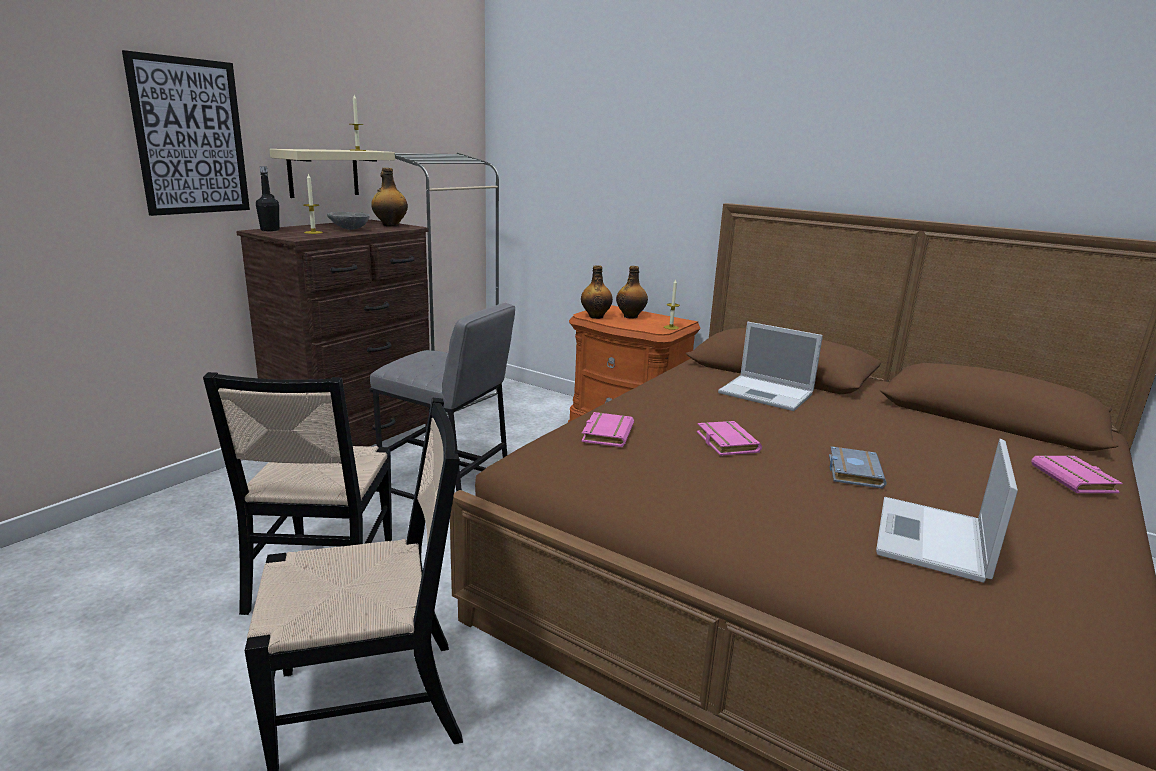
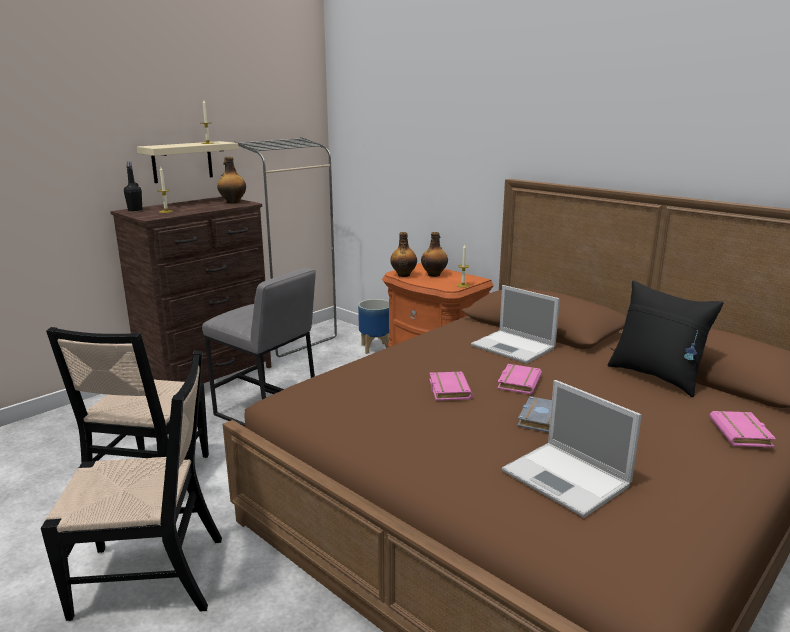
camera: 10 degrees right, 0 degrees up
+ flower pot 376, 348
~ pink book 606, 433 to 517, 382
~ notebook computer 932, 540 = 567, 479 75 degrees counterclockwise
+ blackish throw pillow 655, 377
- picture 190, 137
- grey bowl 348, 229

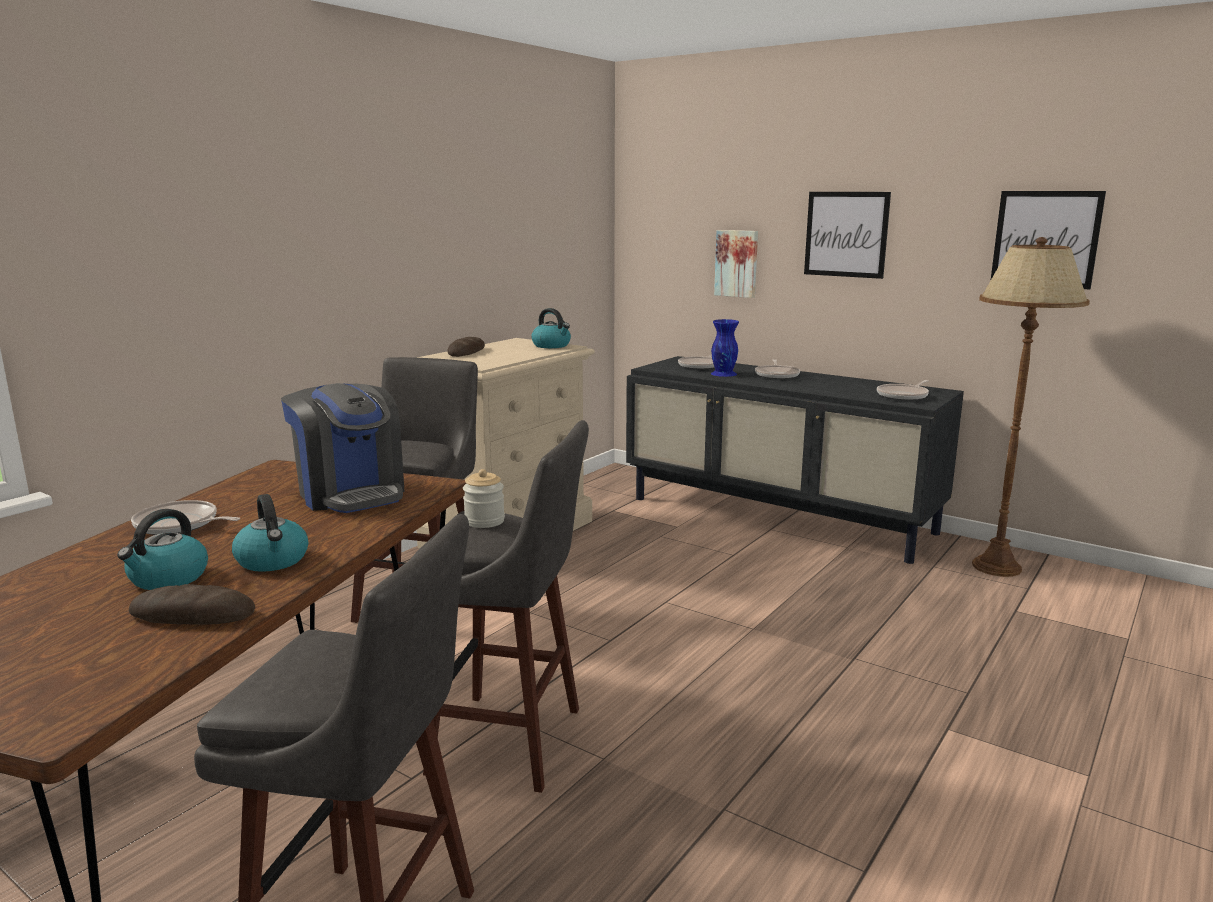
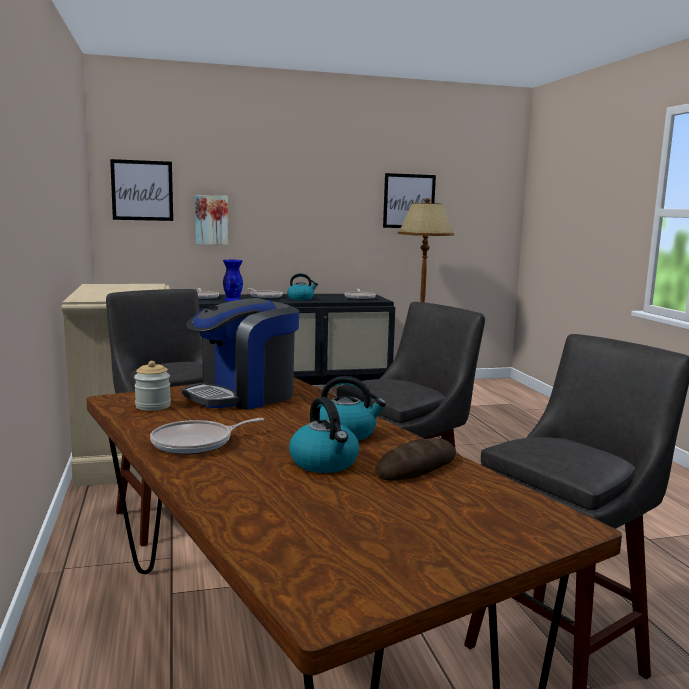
camera: 50 degrees left, 5 degrees down
~ picture 846, 234 to 142, 190
~ preserve jar 484, 521 to 153, 406
~ coffee maker 351, 493 = 243, 396 135 degrees clockwise
~ kettle 552, 345 to 301, 299
- bread 466, 352

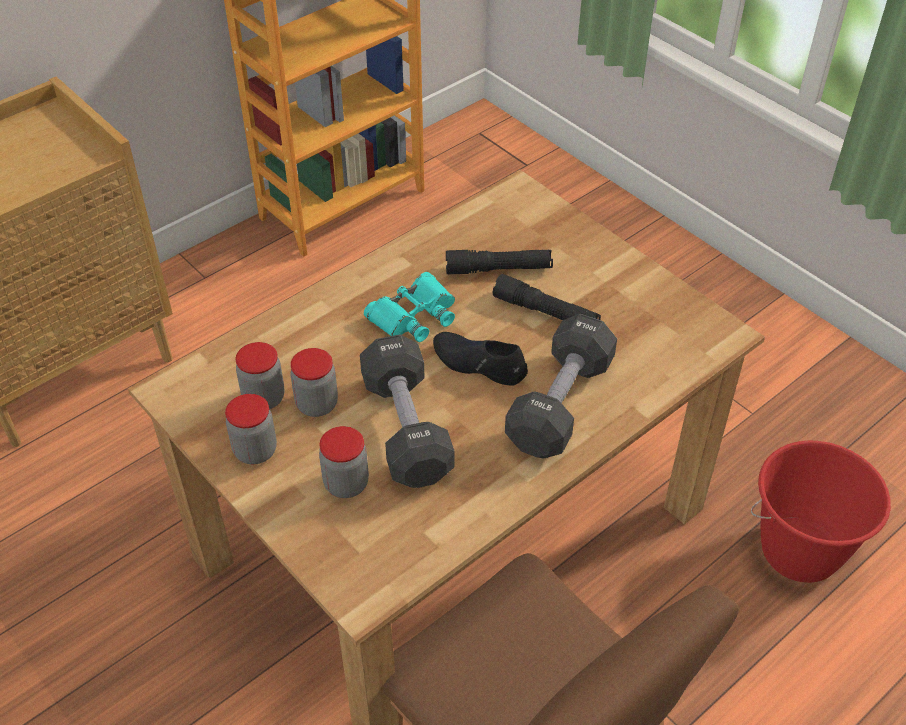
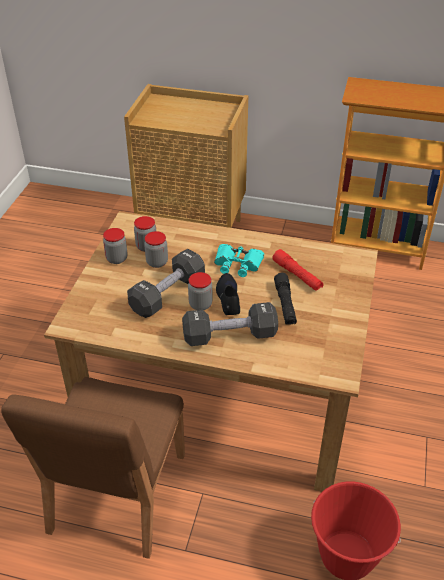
camera: 55 degrees right, 5 degrees down
~ preserve jar 346, 484 to 200, 304
~ blackish hand torch 498, 269 to red hand torch 297, 275

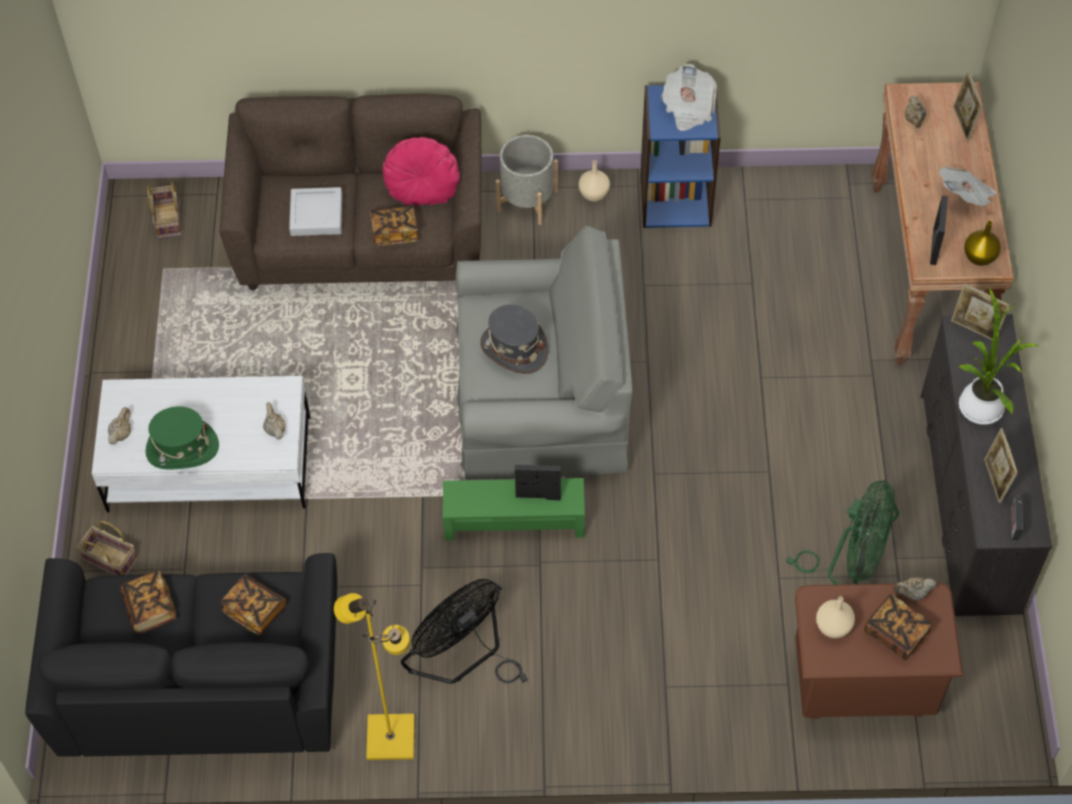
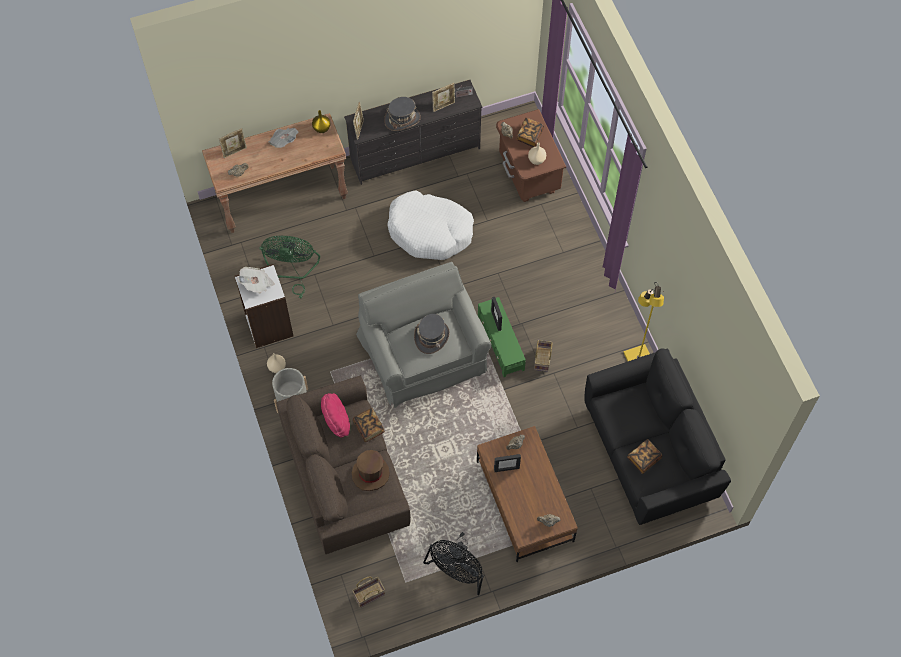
camera: 110 degrees left, 5 degrees up
~ blue-coloured bookshelf 675, 199 to white-coloured bookshelf 268, 325
~ green-coloured electric fan 850, 561 to 292, 271
~ grey carrying tray 316, 215 to brown-coloured clothing hat 370, 474
~ houseplant 980, 403 to grey clothing hat 402, 119
+ white-coloured pet bed 430, 231
~ blackish electric fan 468, 653 to 457, 567
~ white-coloured low table 209, 464 to brown-coloured low table 525, 501
~ photo frame 935, 247 to 506, 468
~ household basket 109, 560 to 543, 360
- green-coloured clothing hat 182, 448
- book 255, 610

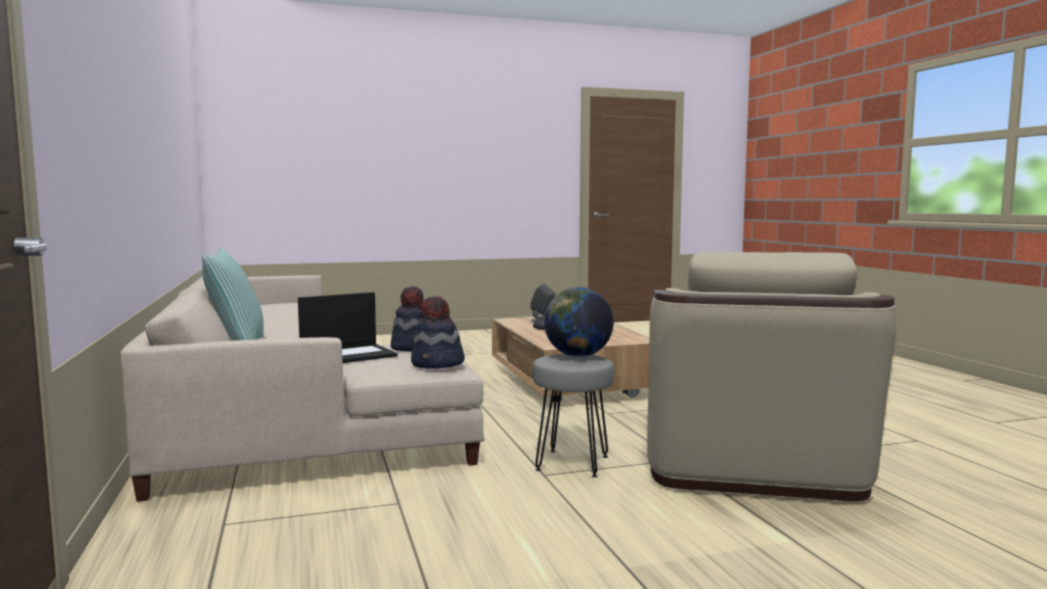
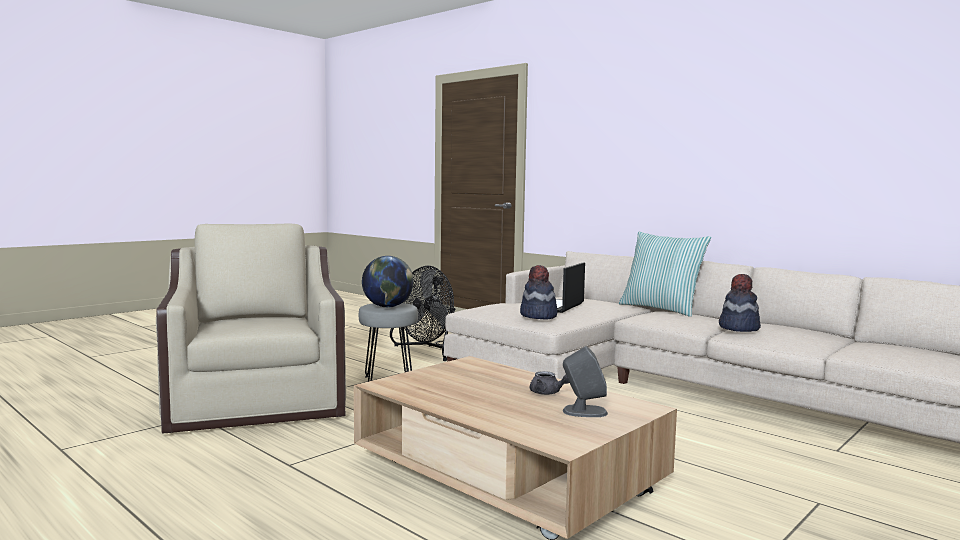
camera: 150 degrees right, 0 degrees up
+ blackish electric fan 430, 350
~ clothing hat 438, 364 to 738, 328

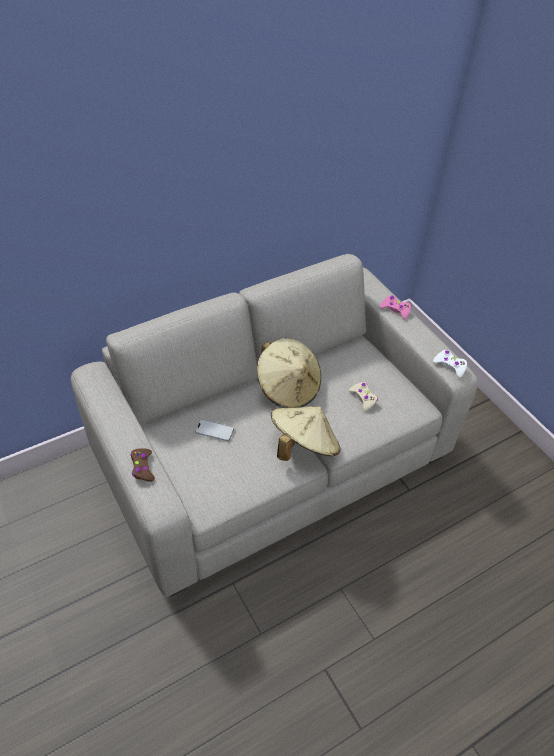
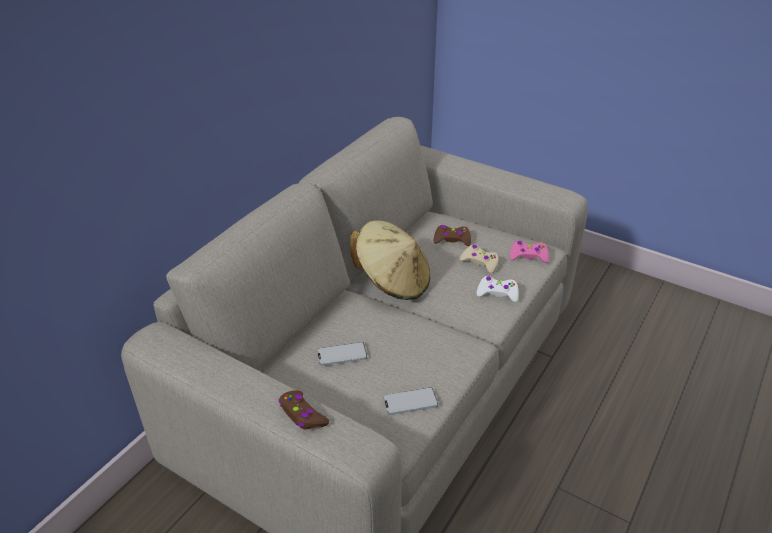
camera: 25 degrees left, 10 degrees down
+ phone 410, 402
+ brown-coloured joypad 452, 239
~ white-coloured joypad 450, 365 to 497, 293
~ pink joypad 395, 310 to 528, 256
- sand-coloured clothing hat 303, 446

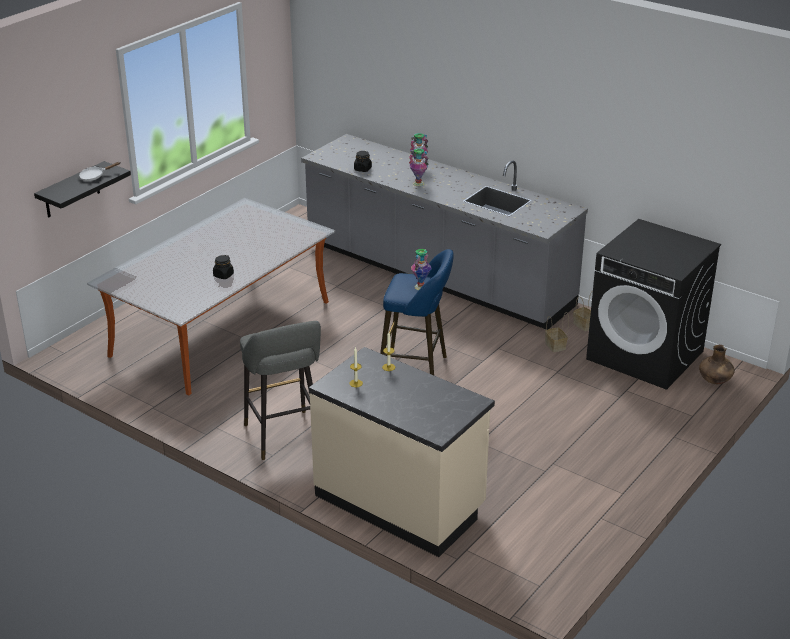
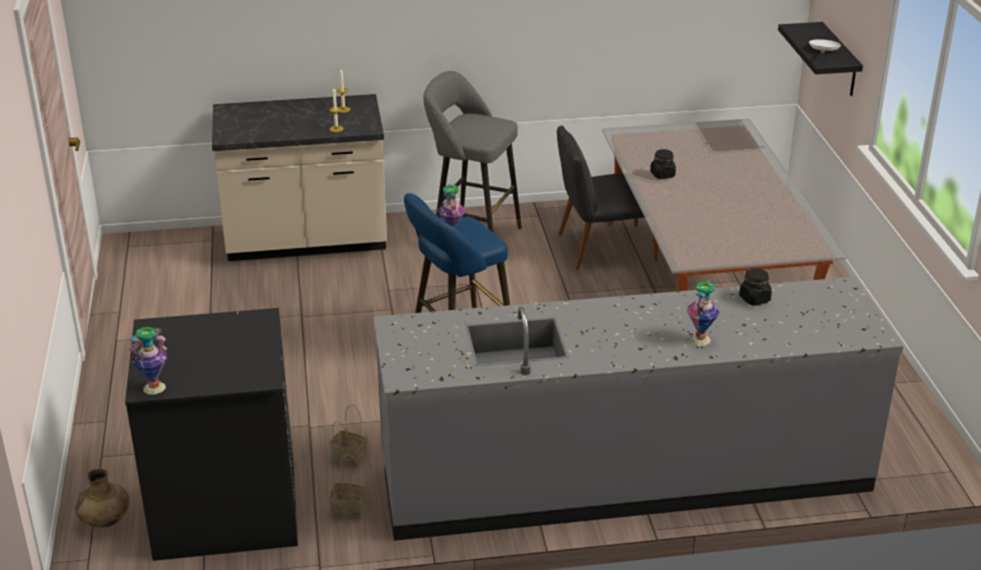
camera: 135 degrees right, 0 degrees up
~ decorative vase 418, 183 to 154, 388
+ blackish chair 607, 247

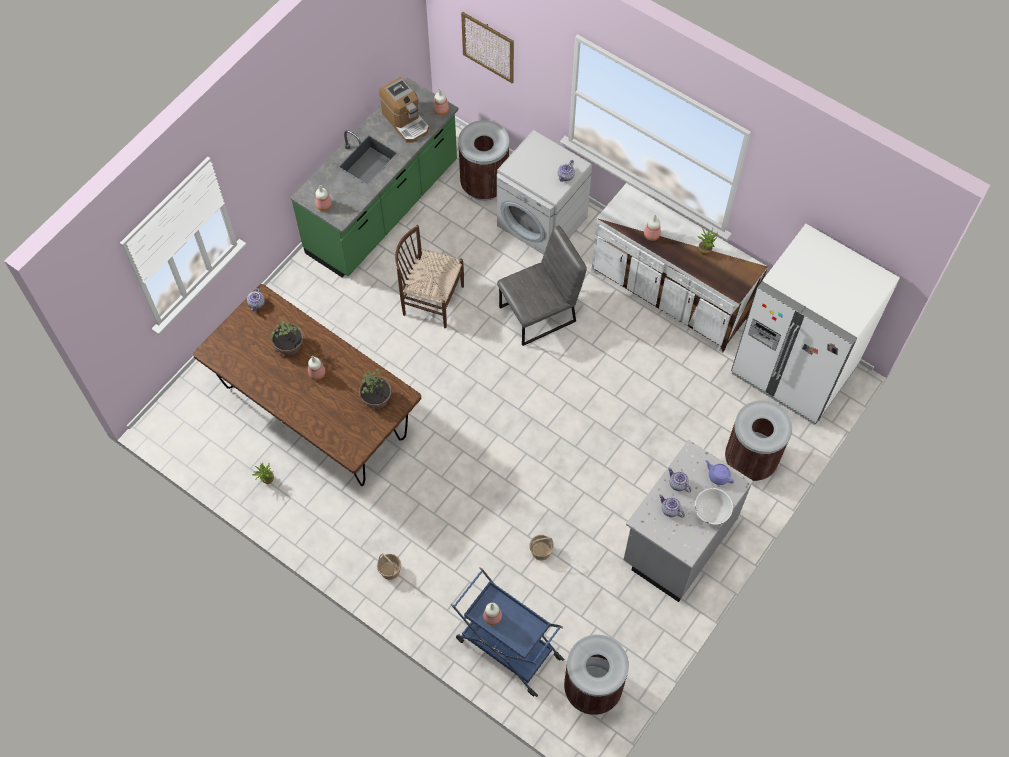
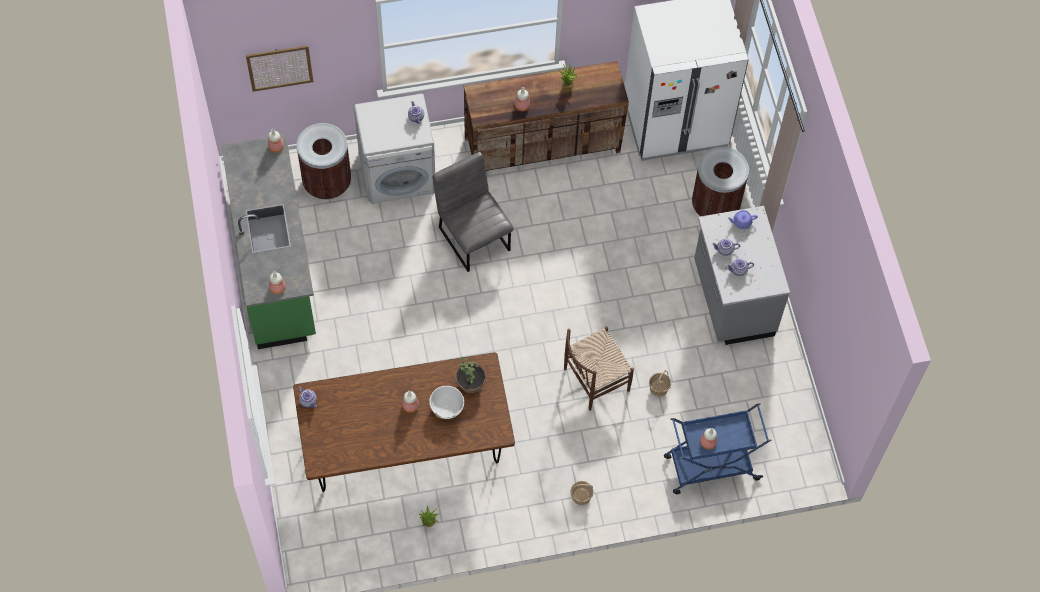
camera: 50 degrees left, 0 degrees up
~ white-coloured bowl 711, 512 to 447, 408
~ grey chair 540, 313 = 473, 237 45 degrees counterclockwise
~ white-coloured cupboard 669, 296 to brown-coloured cupboard 543, 146
~ brown-coloured chair 430, 299 to 593, 381
- houseplant 289, 345
- coffee maker 405, 121
- brown-coloured trash can 592, 688

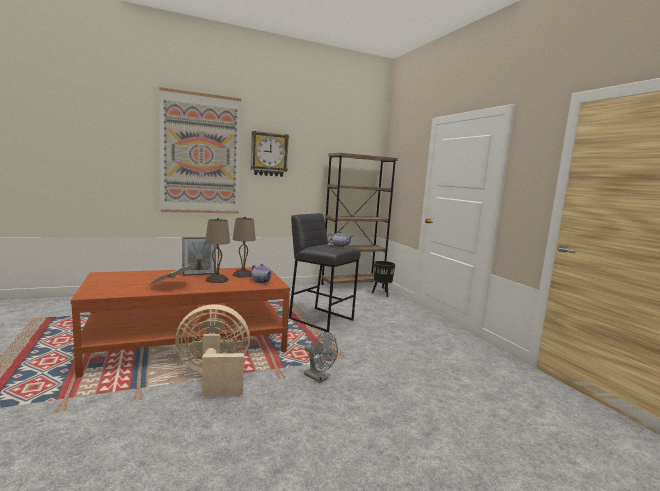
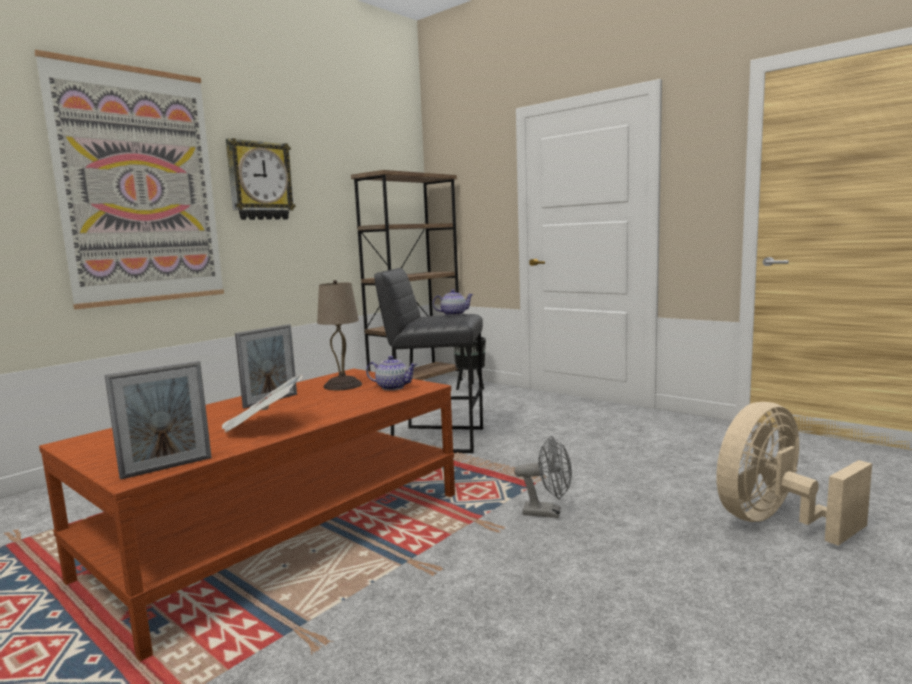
camera: 25 degrees left, 0 degrees up
+ photo frame 167, 467
~ sand-coloured electric fan 214, 377 to 774, 522
- sand-coloured tabletop lamp 217, 279

